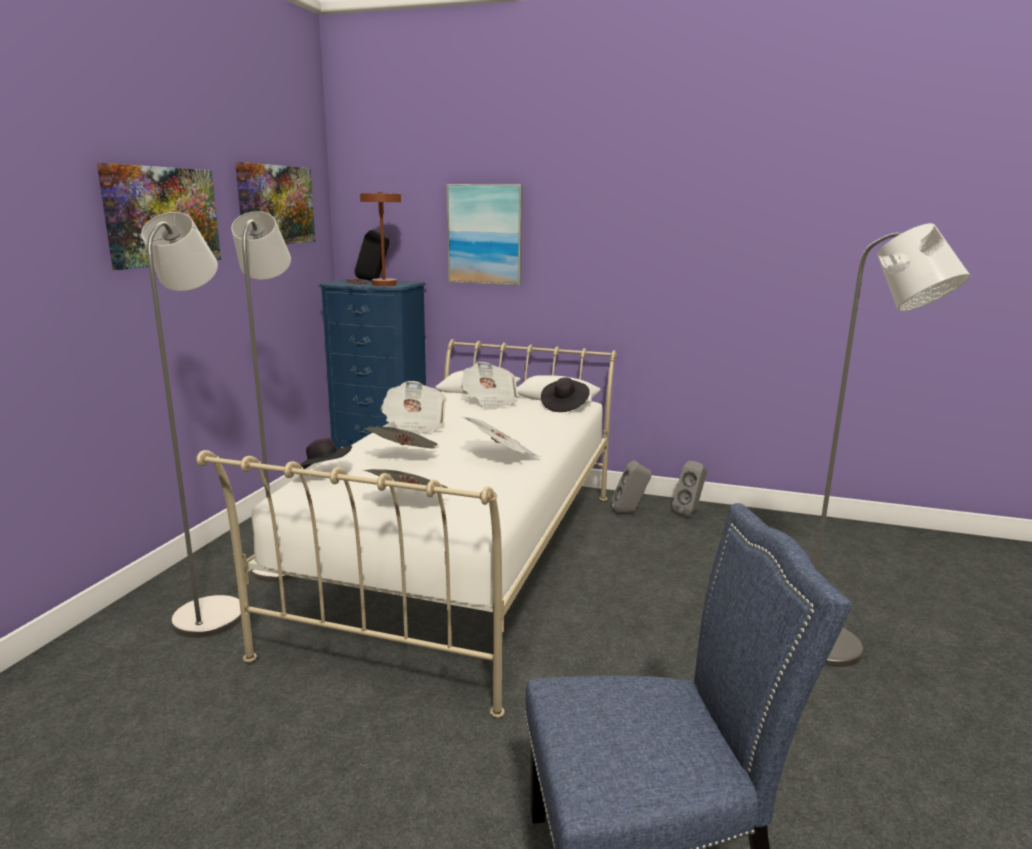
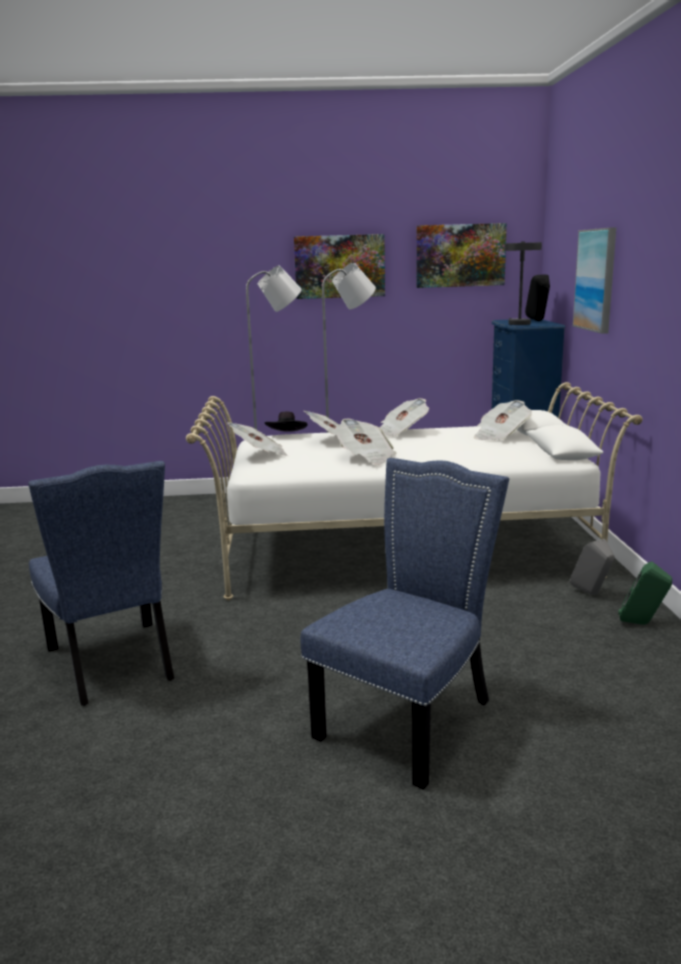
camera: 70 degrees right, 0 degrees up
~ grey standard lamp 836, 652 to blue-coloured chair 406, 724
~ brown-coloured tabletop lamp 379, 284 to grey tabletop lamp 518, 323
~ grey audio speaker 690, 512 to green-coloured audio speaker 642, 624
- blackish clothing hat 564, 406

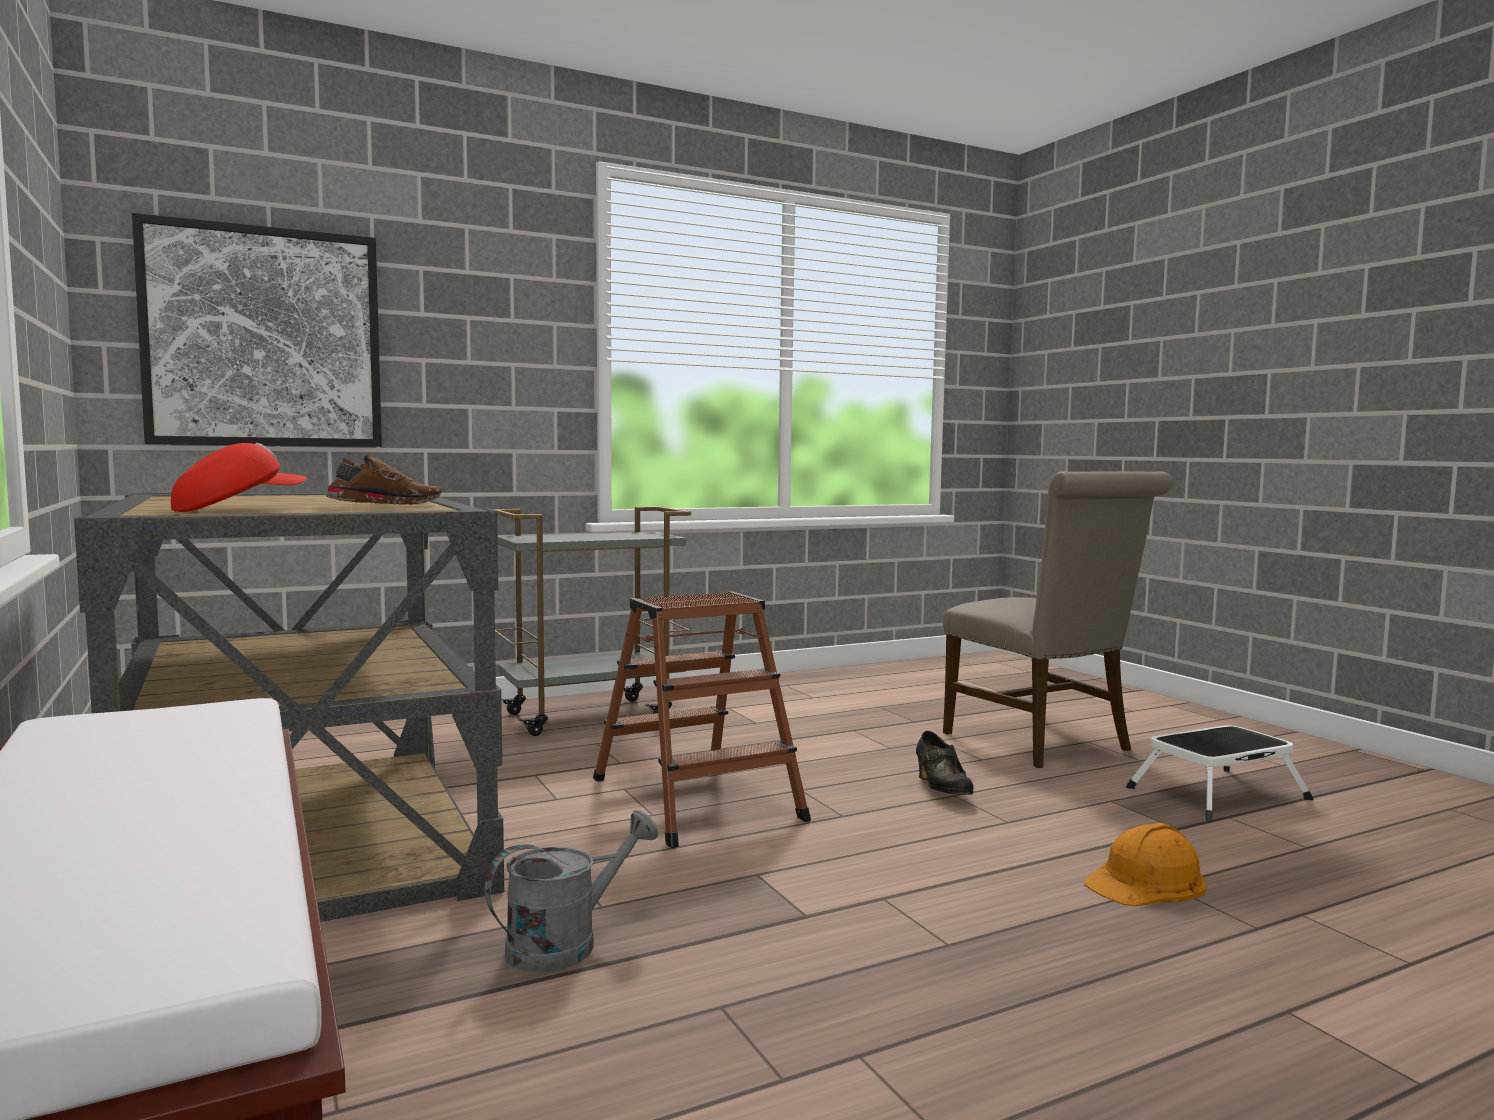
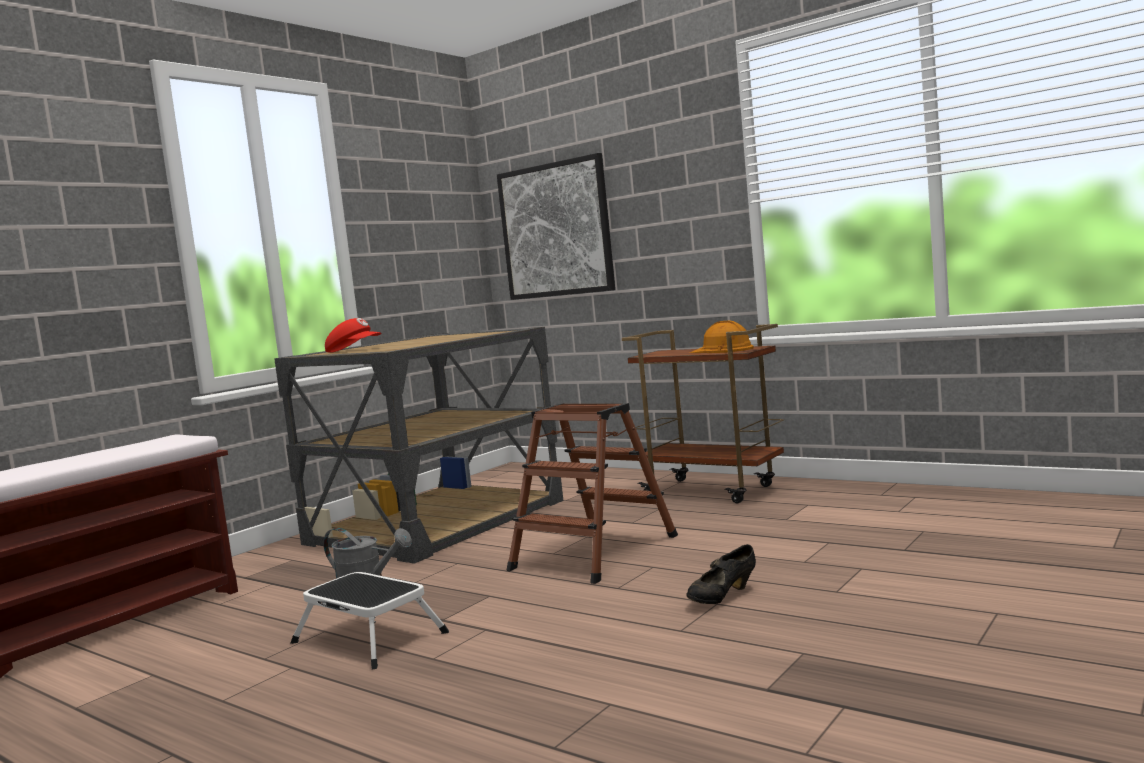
camera: 65 degrees right, 0 degrees up
~ blackish stepladder 1219, 793 to 368, 638
~ grey trolley 594, 716 to brown-coloured trolley 713, 491
~ orange-coloured hard hat 1146, 882 to 722, 350
- brown-coloured shoe 385, 504
- sand-coloured chair 1045, 743

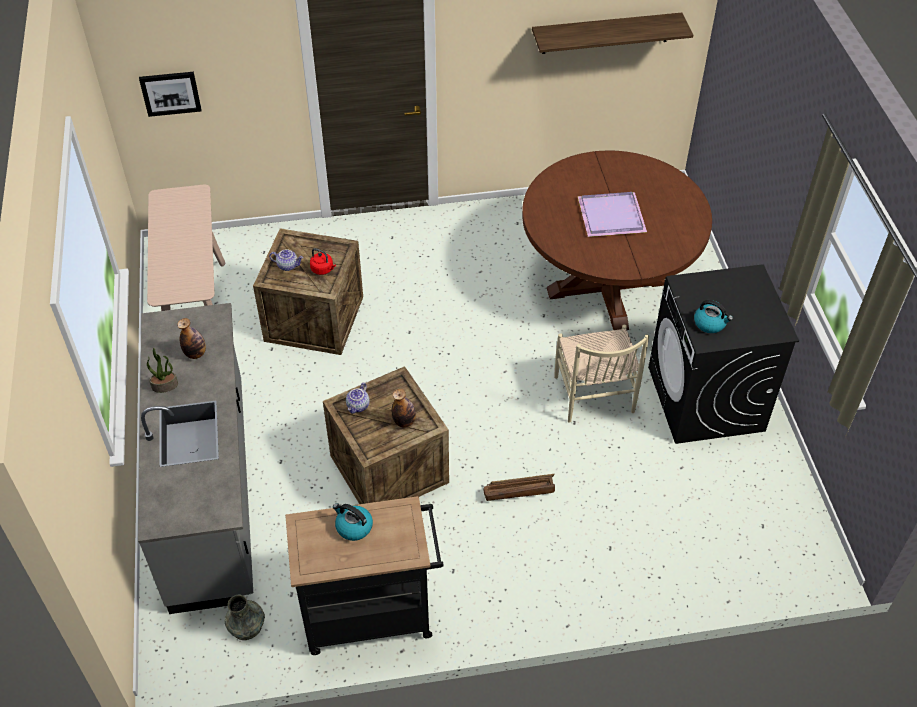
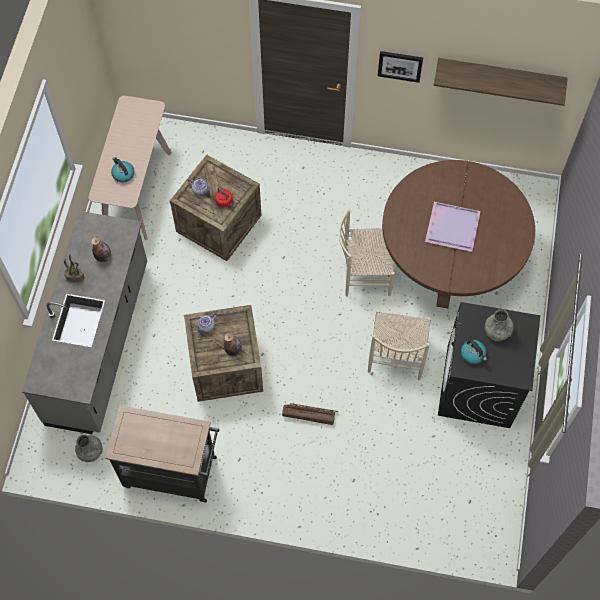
camera: 20 degrees right, 15 degrees up
~ kettle 353, 527 to 123, 174
+ sand-coloured chair 364, 273
~ picture 170, 93 to 400, 65
+ grey decorative vase 497, 331

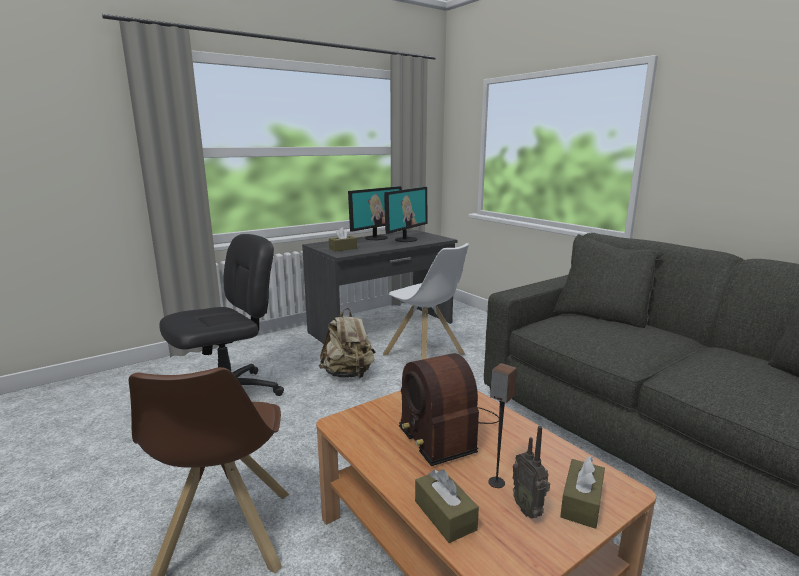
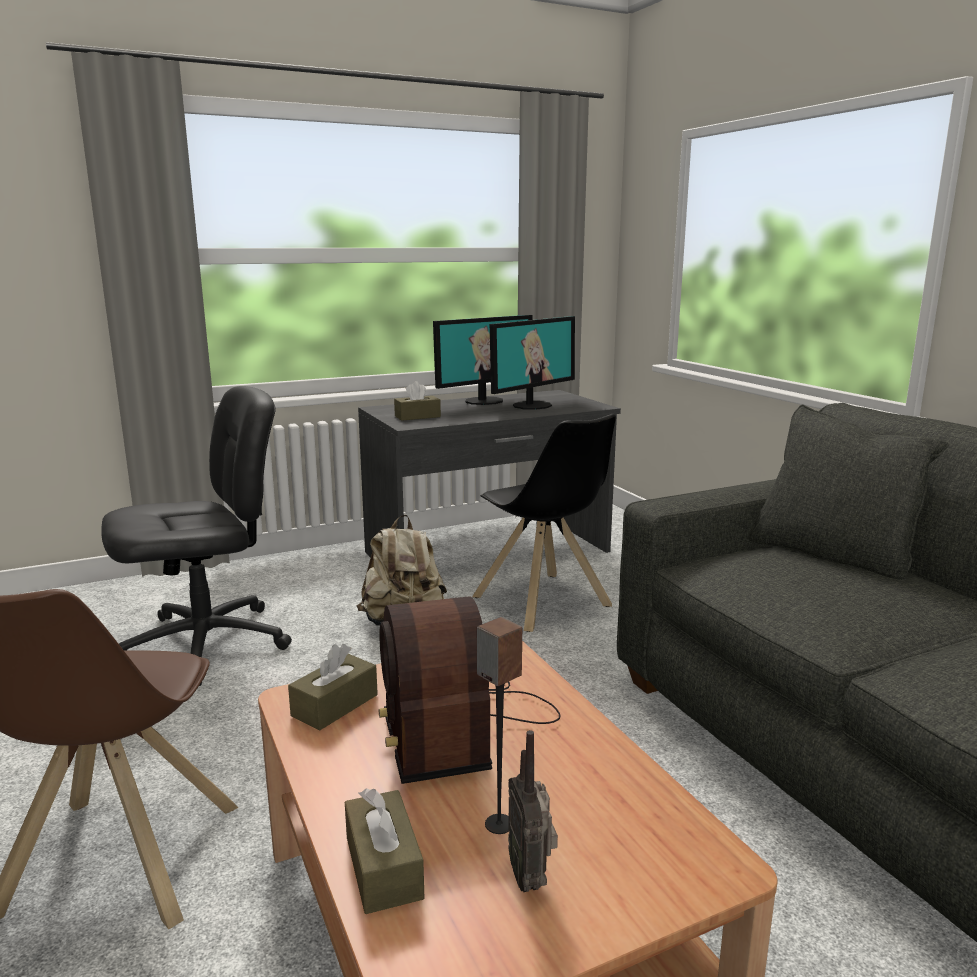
camera: 10 degrees right, 0 degrees up
~ brown-coloured tissue box 581, 502 to 335, 705
~ white-coloured chair 425, 355 to blackish chair 543, 602

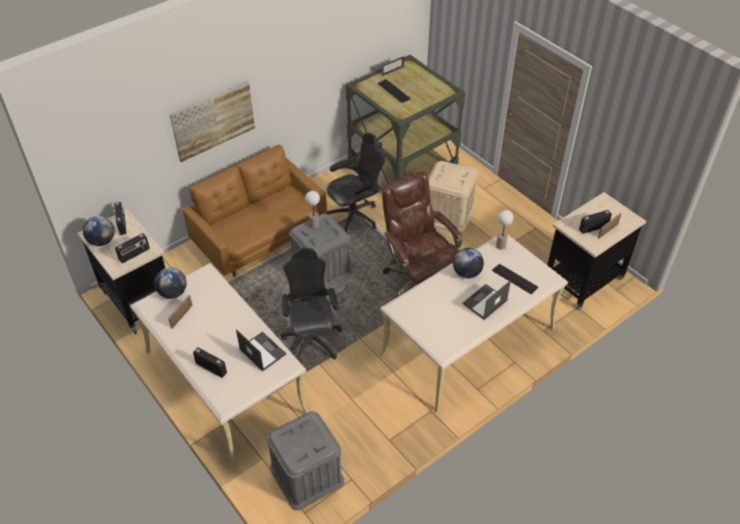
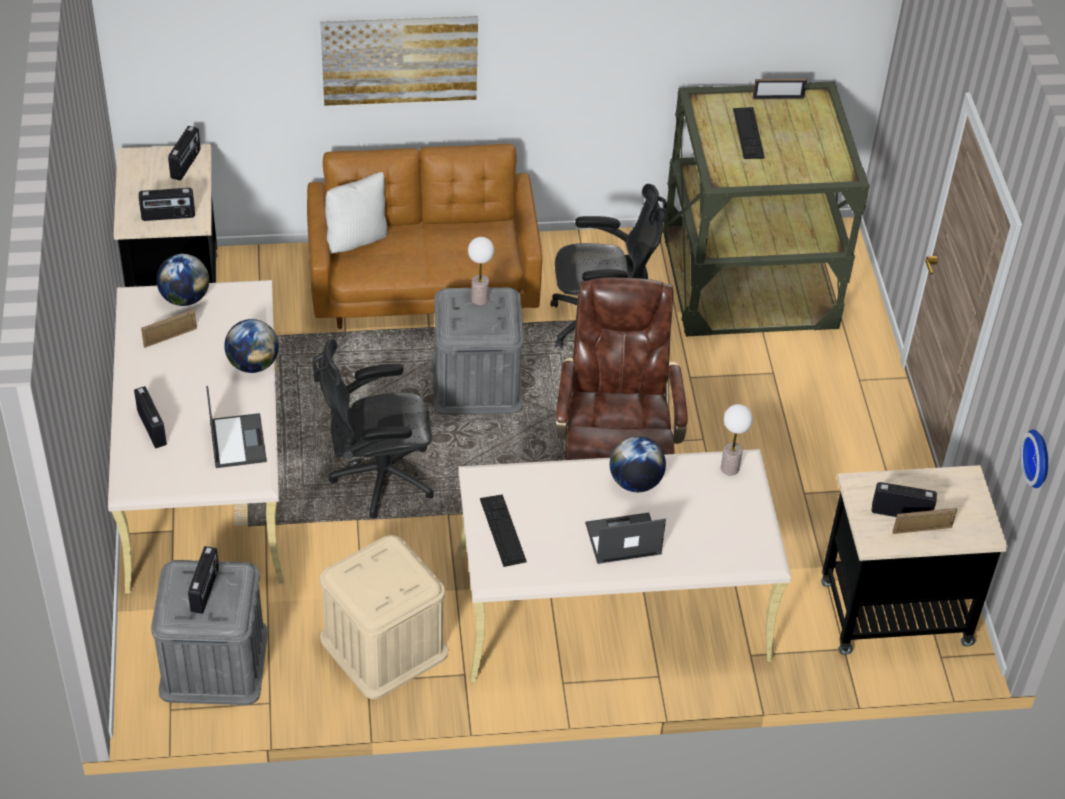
camera: 30 degrees right, 0 degrees up
+ radio set 205, 590
~ globe 102, 241 to 253, 364
~ desk chair 312, 338 = 377, 478 120 degrees counterclockwise
~ sand-coloured storage box 448, 213 to 384, 646
+ white-coloured throw pillow 356, 240
~ keyboard 515, 278 to 503, 530
+ wall clock 1039, 458

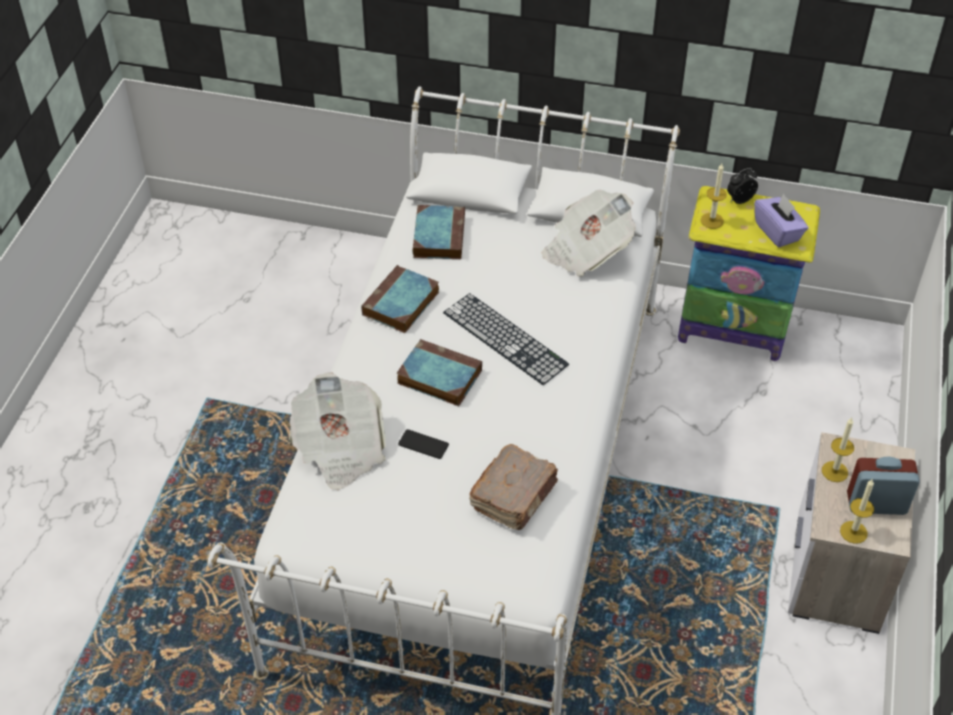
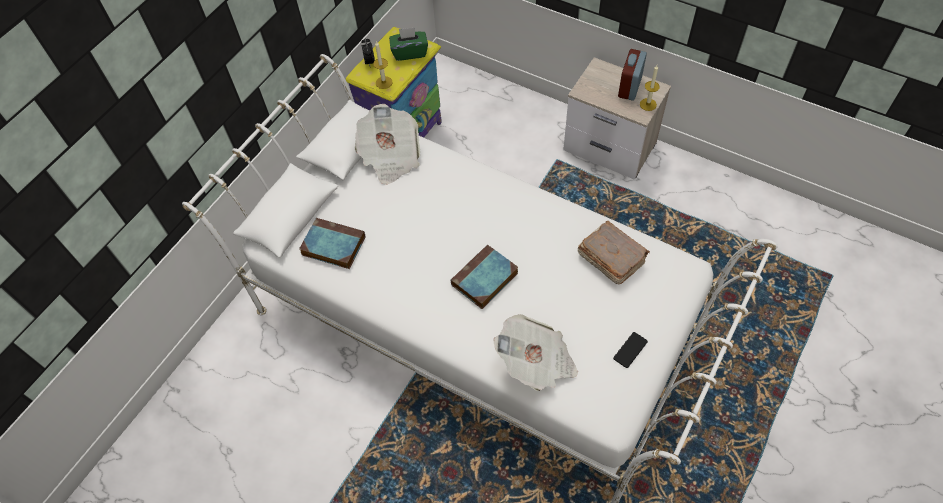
camera: 70 degrees left, 10 degrees up
~ purple-coloured tissue box 777, 232 to green-coloured tissue box 410, 52
~ phone 423, 444 to 630, 350
- book 400, 305
- keyboard 505, 338
- wax light 834, 471

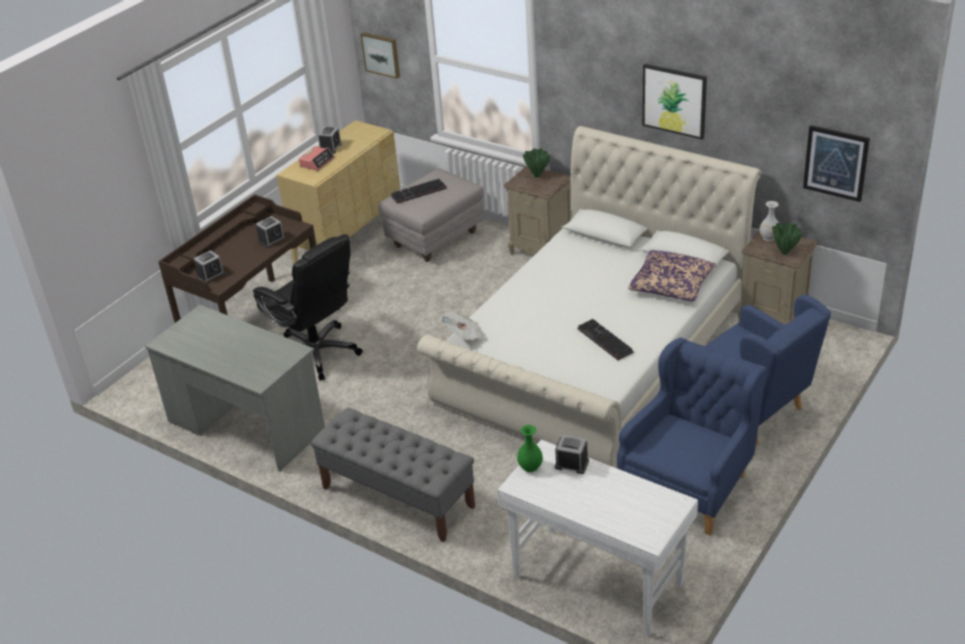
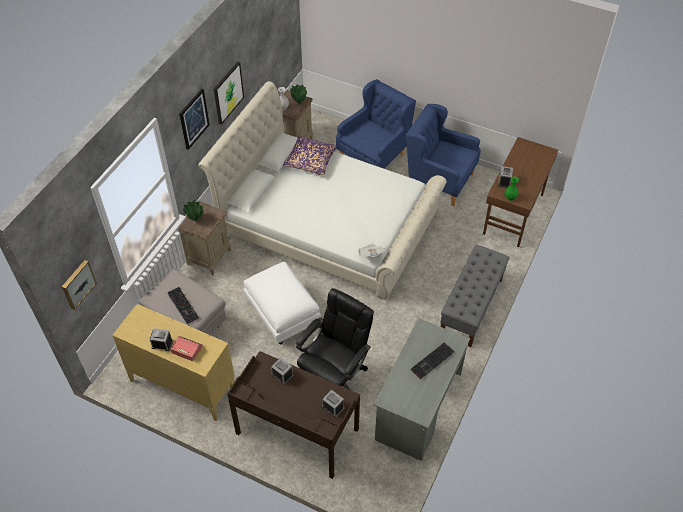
camera: 100 degrees left, 15 degrees up
~ picture 836, 163 to 193, 119
+ white-coloured ottoman 282, 314
~ keyboard 603, 340 to 432, 362
~ white-coloured narrow table 596, 581 to brown-coloured narrow table 513, 215

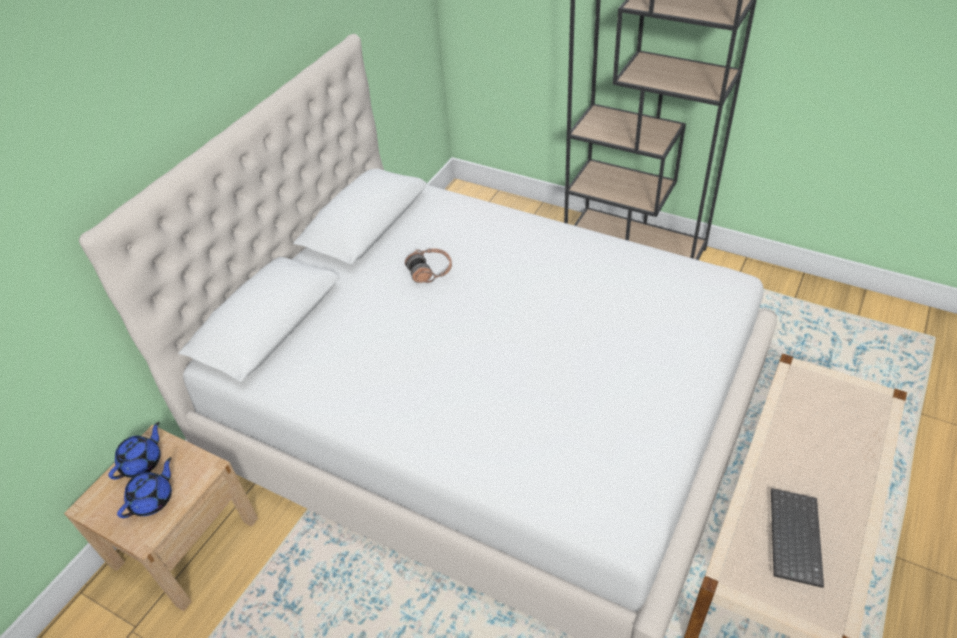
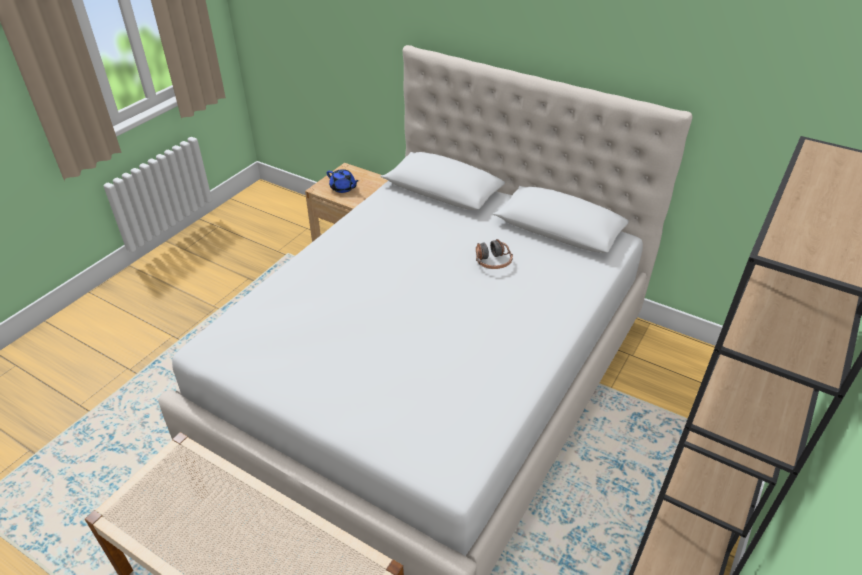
camera: 90 degrees right, 5 degrees down
- blue-coloured teapot 142, 462
- keyboard 792, 536

